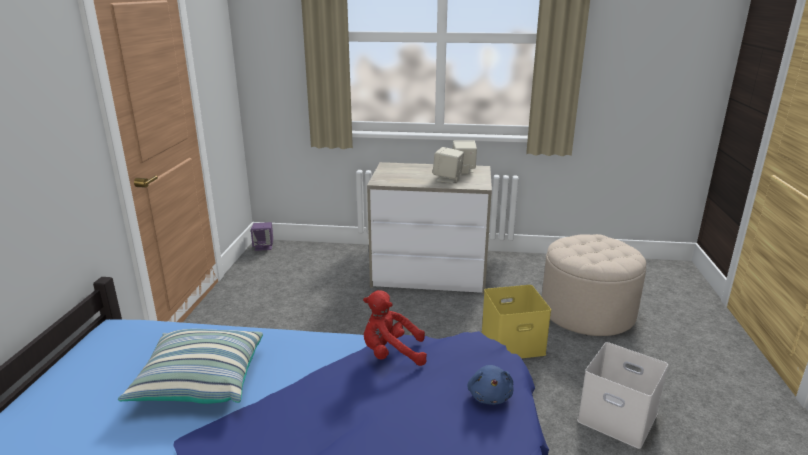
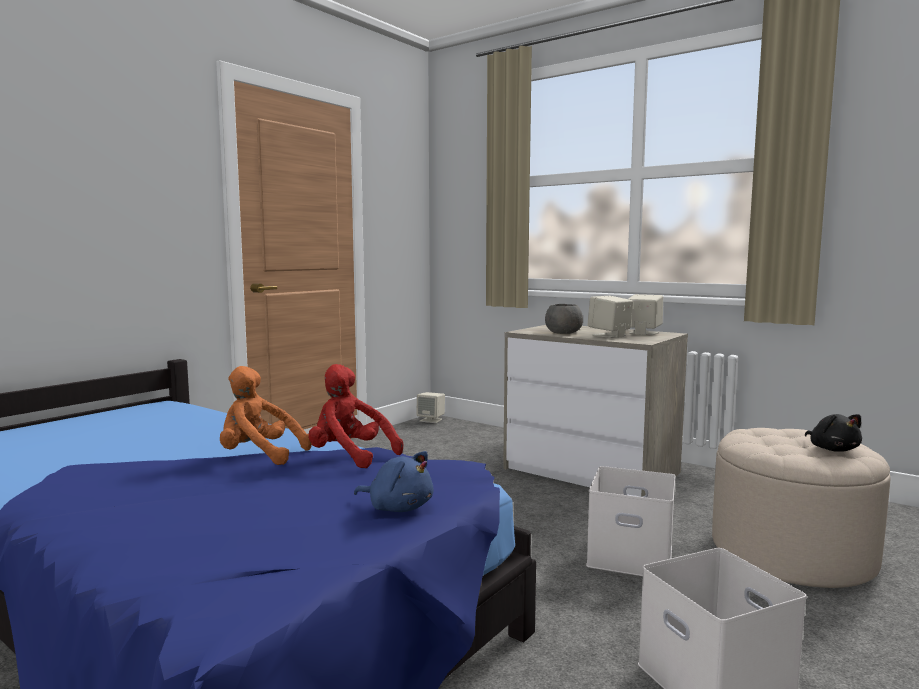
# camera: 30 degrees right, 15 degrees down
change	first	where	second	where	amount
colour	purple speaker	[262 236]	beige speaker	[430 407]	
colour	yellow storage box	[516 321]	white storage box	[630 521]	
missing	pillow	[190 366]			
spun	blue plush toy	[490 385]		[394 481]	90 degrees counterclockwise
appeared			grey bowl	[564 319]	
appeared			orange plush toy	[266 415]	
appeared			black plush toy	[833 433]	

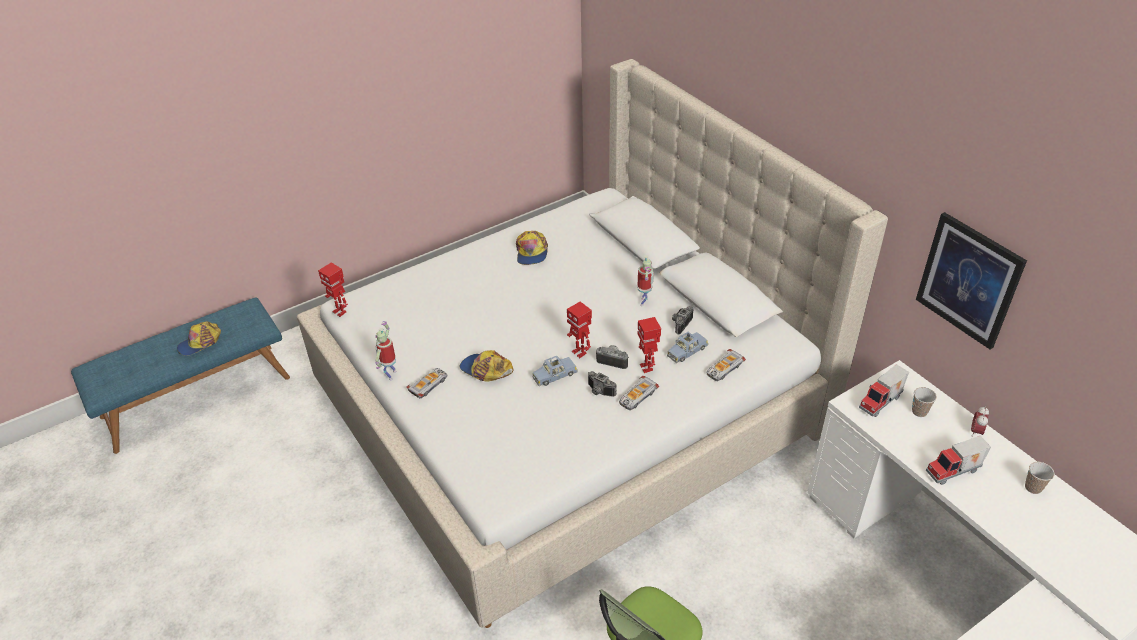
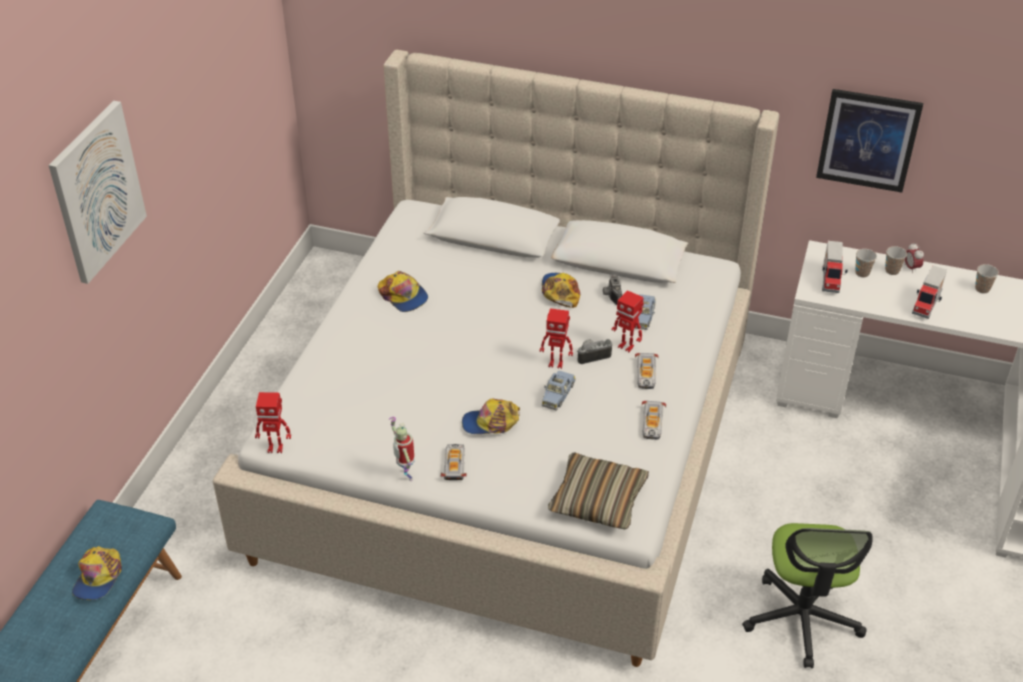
# camera: 40 degrees left, 0 degrees up
change	first	where	second	where	amount
exchanged	toy robot	[645 280]	cap	[561 290]	
relocated	toy car	[726 365]		[654 420]	
missing	photo camera	[602 384]			
appeared			picture	[97 192]	
appeared			cup	[896 260]	
appeared			pillow	[598 490]	

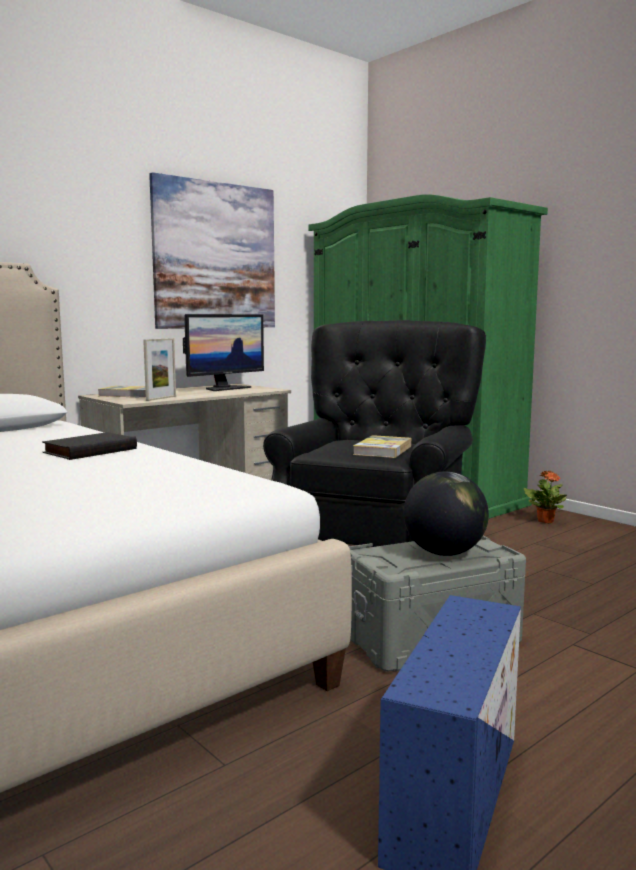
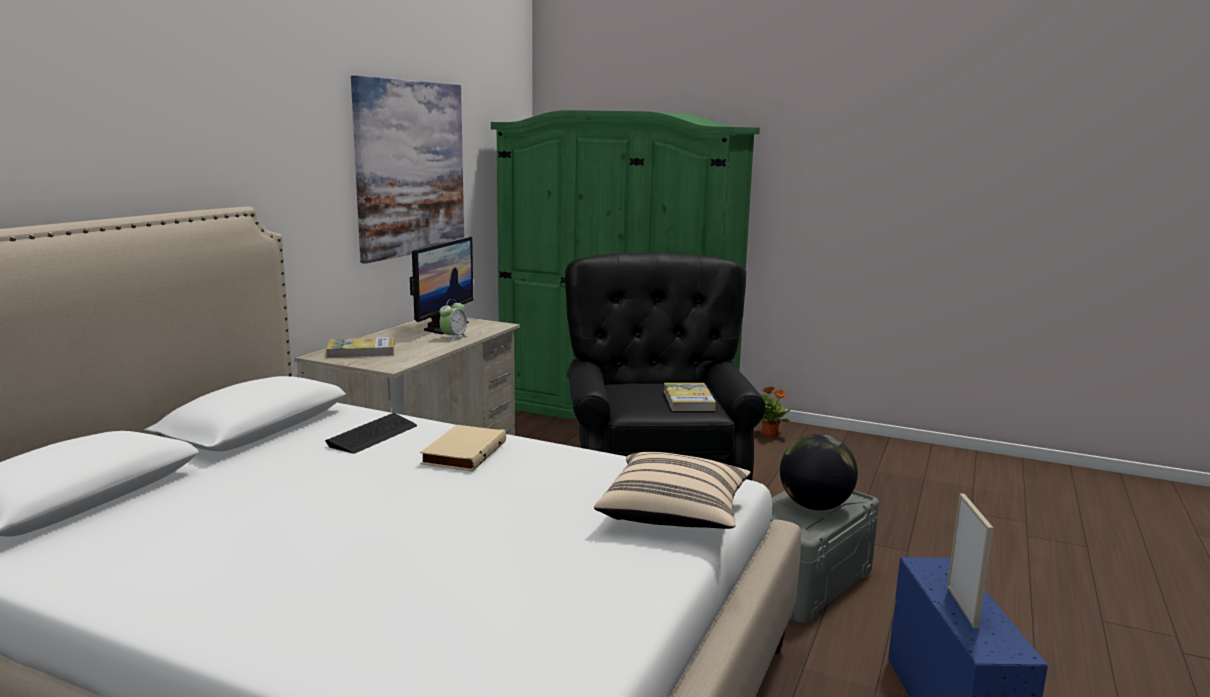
# camera: 25 degrees left, 5 degrees up
change	first	where	second	where	amount
relocated	picture frame	[159 369]		[970 561]	
colour	black book	[89 446]	beige book	[463 448]	
appeared			alarm clock	[454 320]	
appeared			keyboard	[371 433]	
appeared			beige pillow	[672 490]	

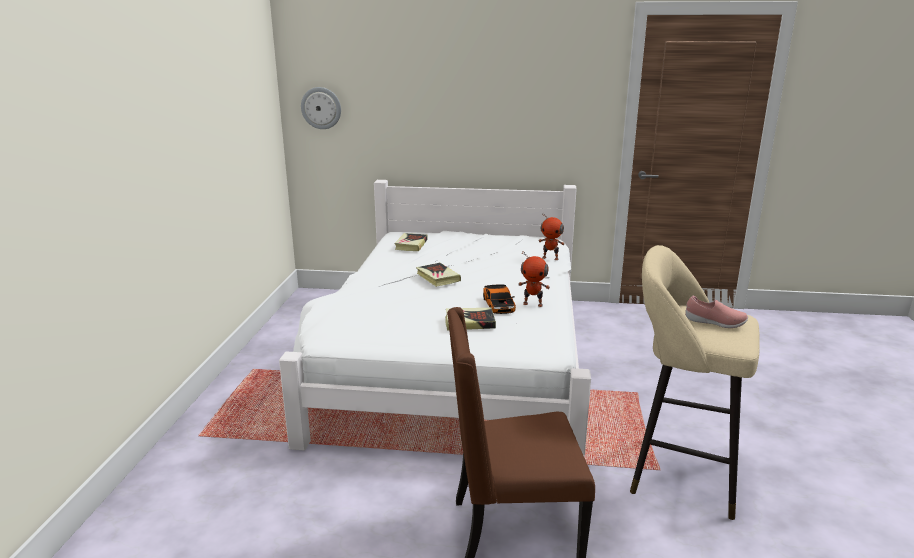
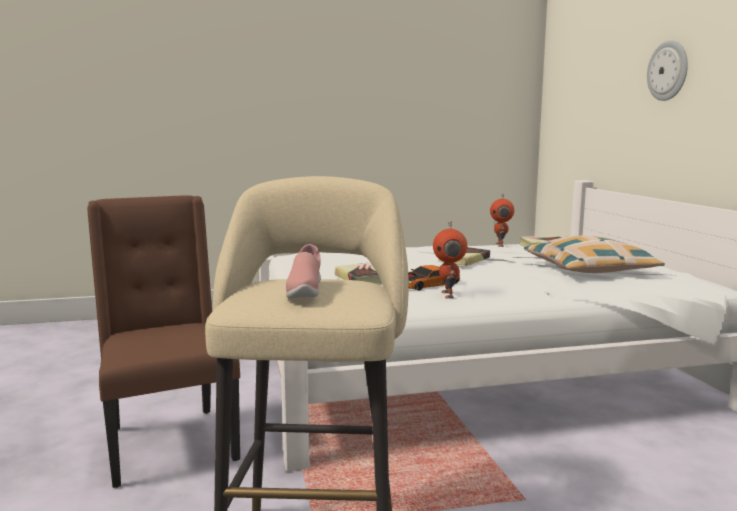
# camera: 70 degrees right, 10 degrees down
change	first	where	second	where	amount
relocated	wall clock	[321 108]		[667 70]	
relocated	toy robot	[551 237]		[502 221]	
appeared			pillow	[594 254]	

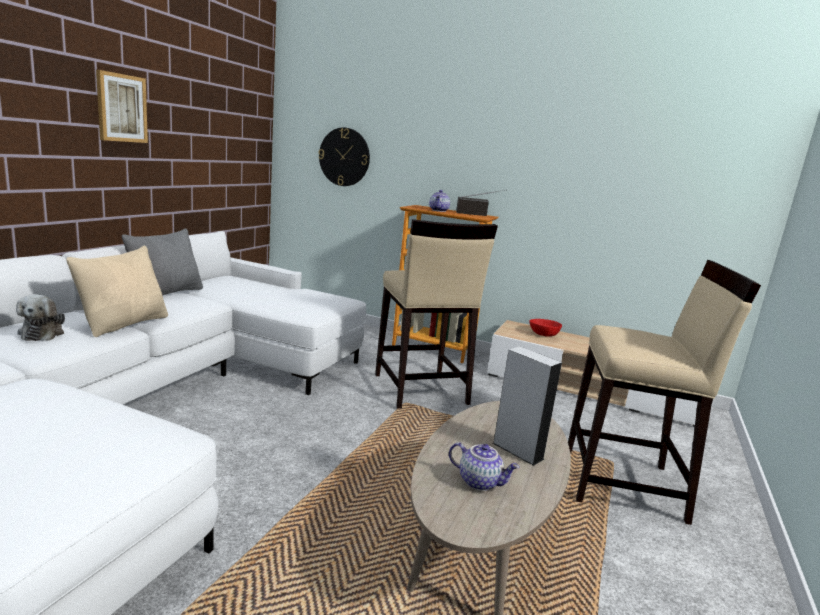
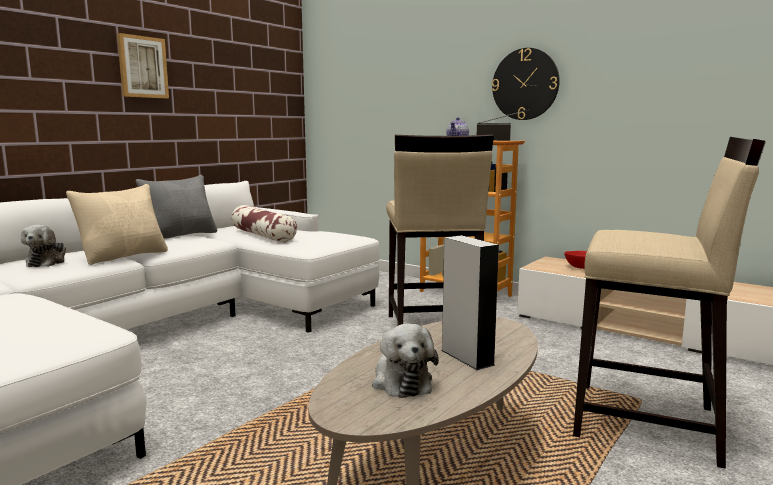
# camera: 15 degrees right, 5 degrees down
change	first	where	second	where	amount
relocated	wall clock	[344 156]		[526 84]	
exchanged	teapot	[484 466]	plush toy	[405 361]	
appeared			pillow	[264 224]	

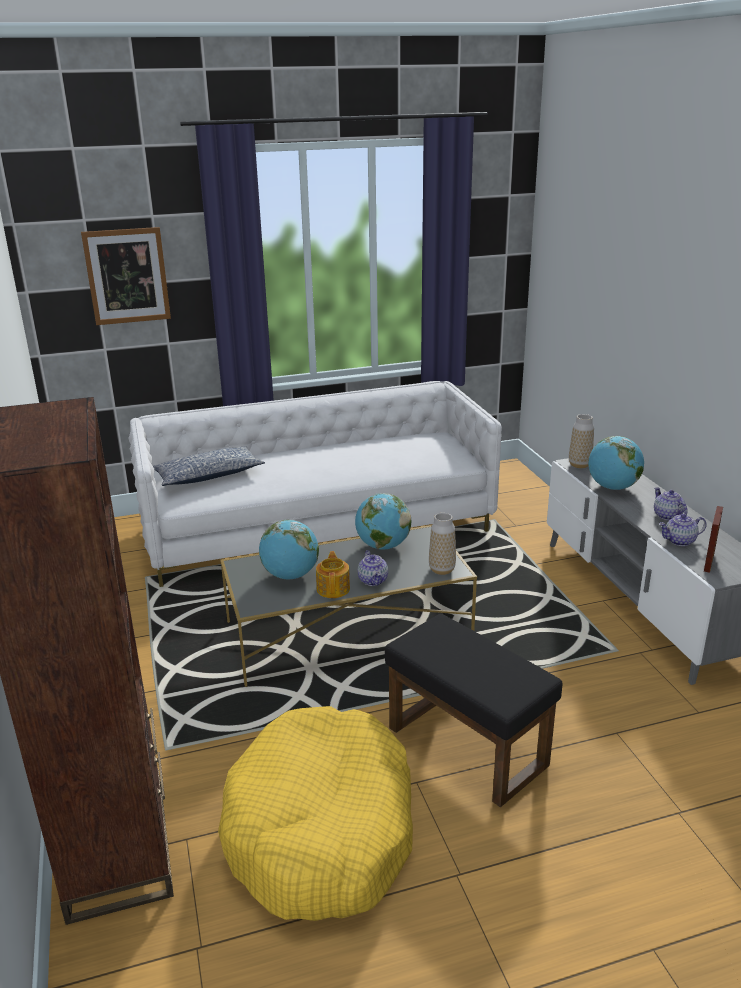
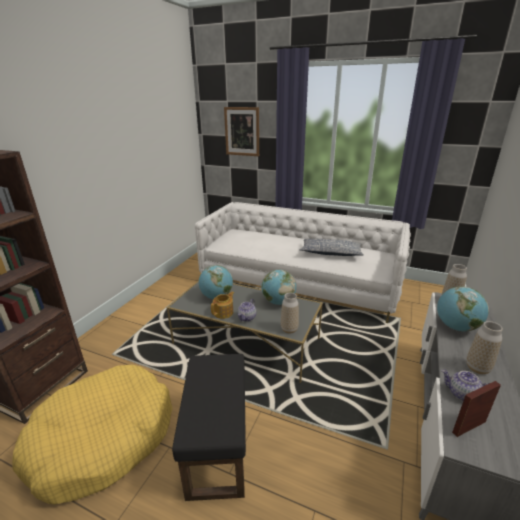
# camera: 40 degrees right, 0 degrees up
change	first	where	second	where	amount
relocated	pillow	[209 466]		[332 247]	
exchanged	teapot	[670 503]	vase	[484 347]	

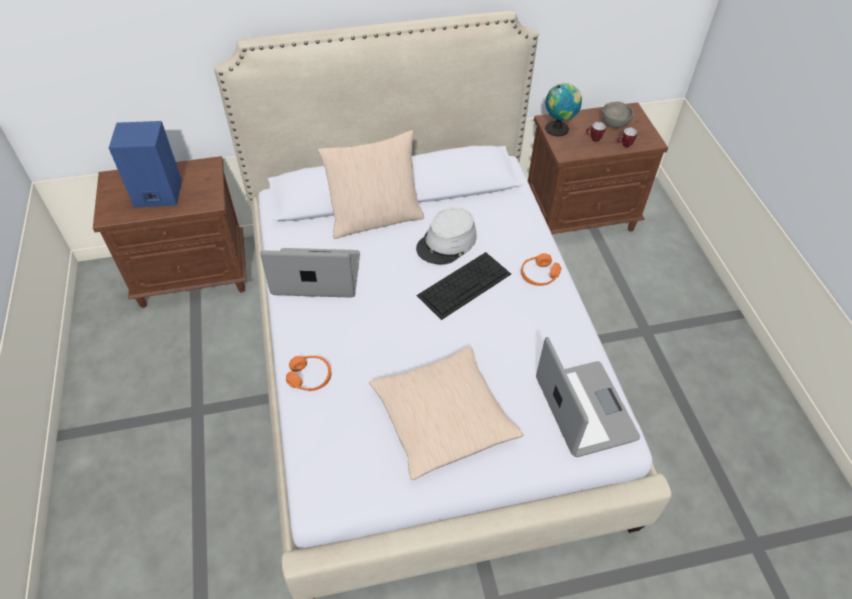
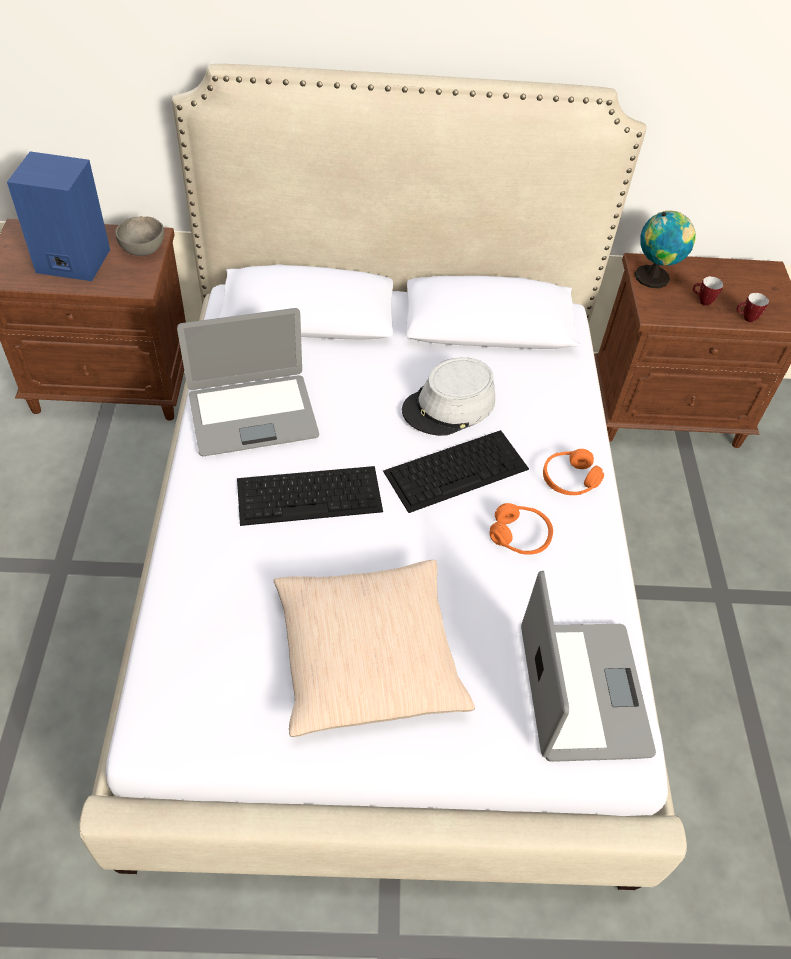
# camera: 10 degrees right, 0 degrees up
change	first	where	second	where	amount
relocated	grey bowl	[618 114]		[139 236]	
missing	beige pillow	[371 184]			
spun	laptop	[310 273]		[248 382]	150 degrees clockwise
relocated	orange headphones	[308 373]		[521 529]	
appeared			keyboard	[310 496]	

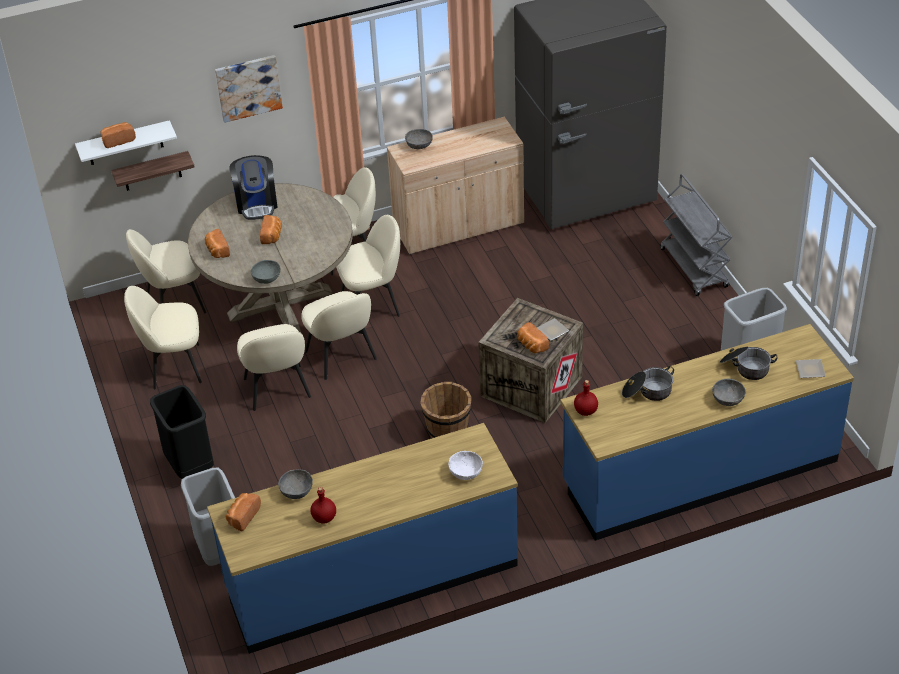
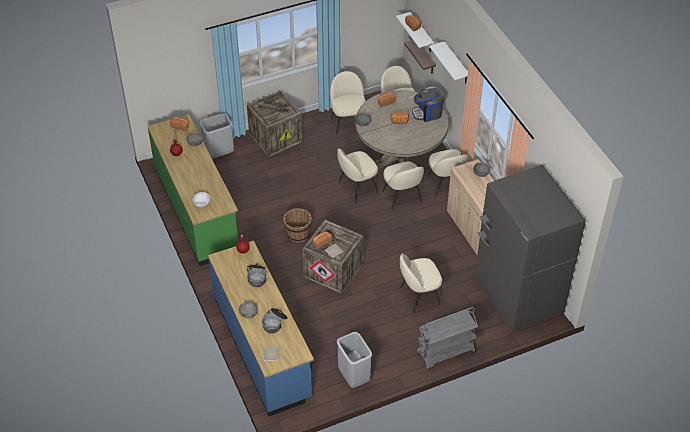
# camera: 85 degrees right, 5 degrees up
change	first	where	second	where	amount
exchanged	picture	[249 89]	white shelf	[448 62]	
relocated	beige chair	[274 367]		[421 283]	
exchanged	black trash can	[182 432]	crate	[275 124]	
colour	blue counter	[362 538]	green counter	[192 190]	

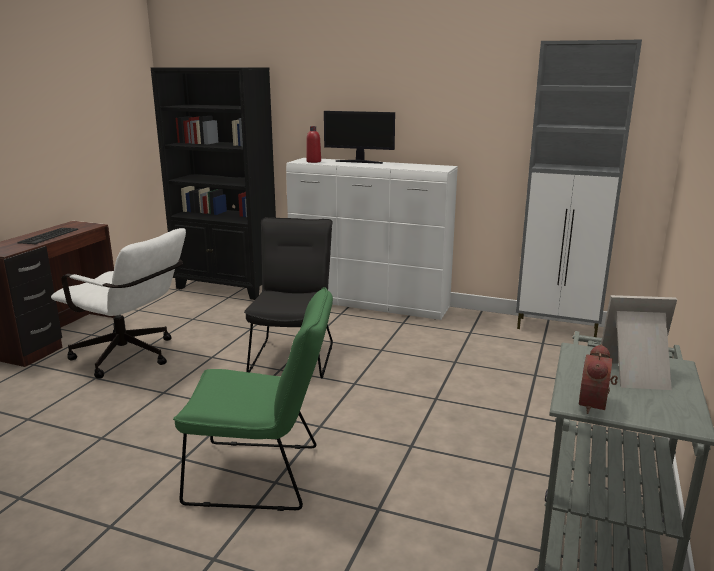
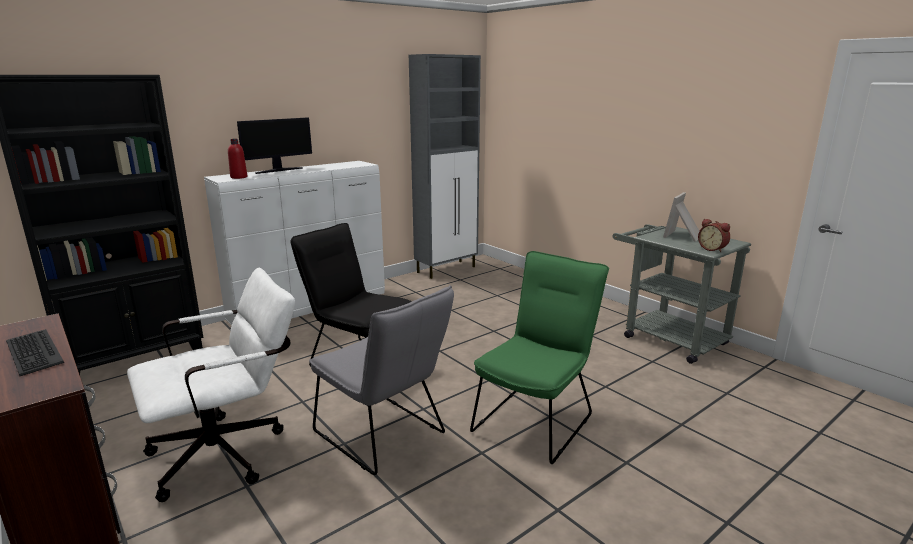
# camera: 60 degrees left, 0 degrees up
change	first	where	second	where	amount
appeared			grey chair	[381 380]	

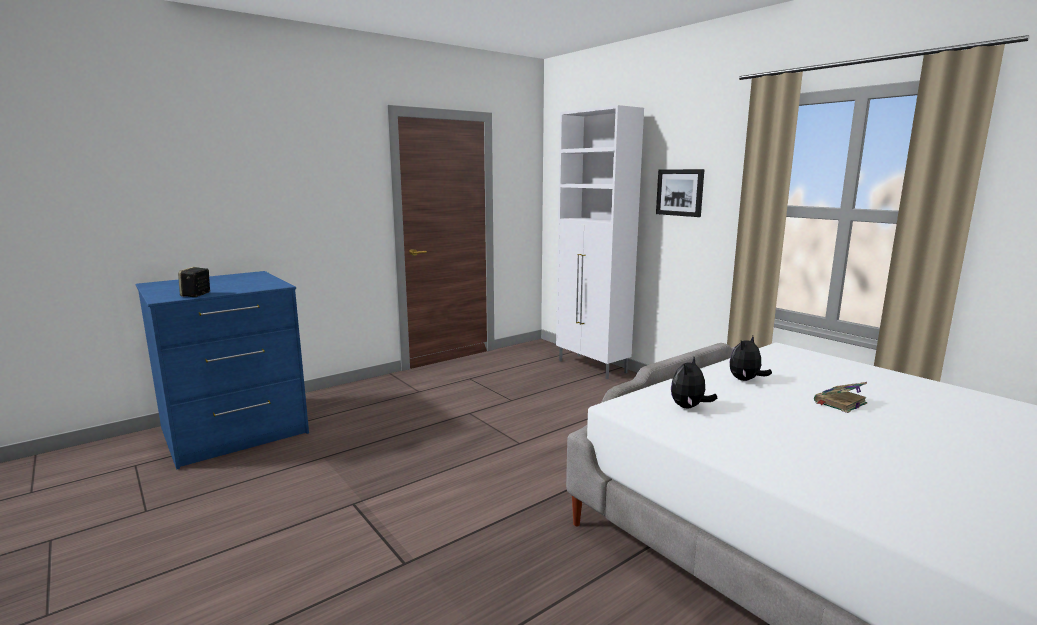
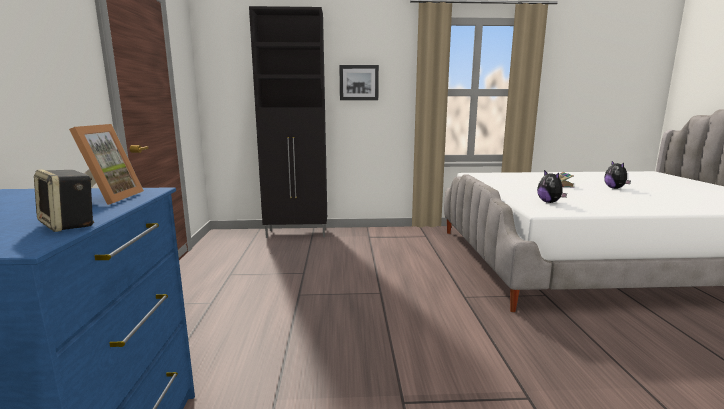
# camera: 55 degrees left, 0 degrees up
change	first	where	second	where	amount
colour	white cabinet	[600 242]	black cabinet	[288 122]	
relocated	plush toy	[751 358]		[617 175]	
appeared			picture frame	[106 164]	

